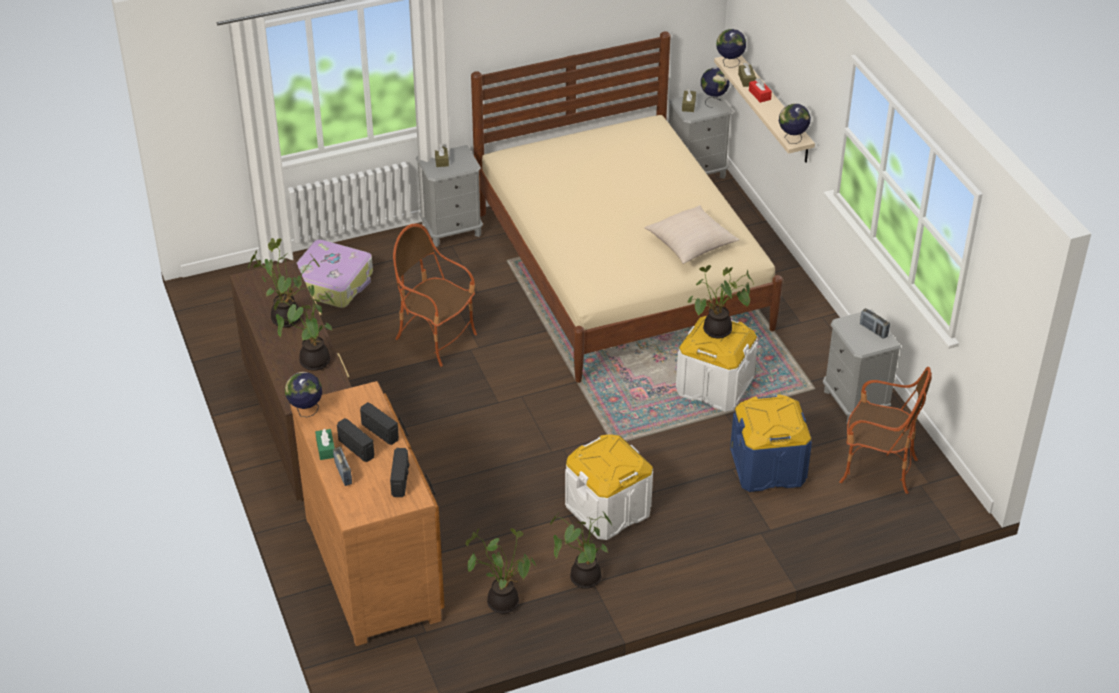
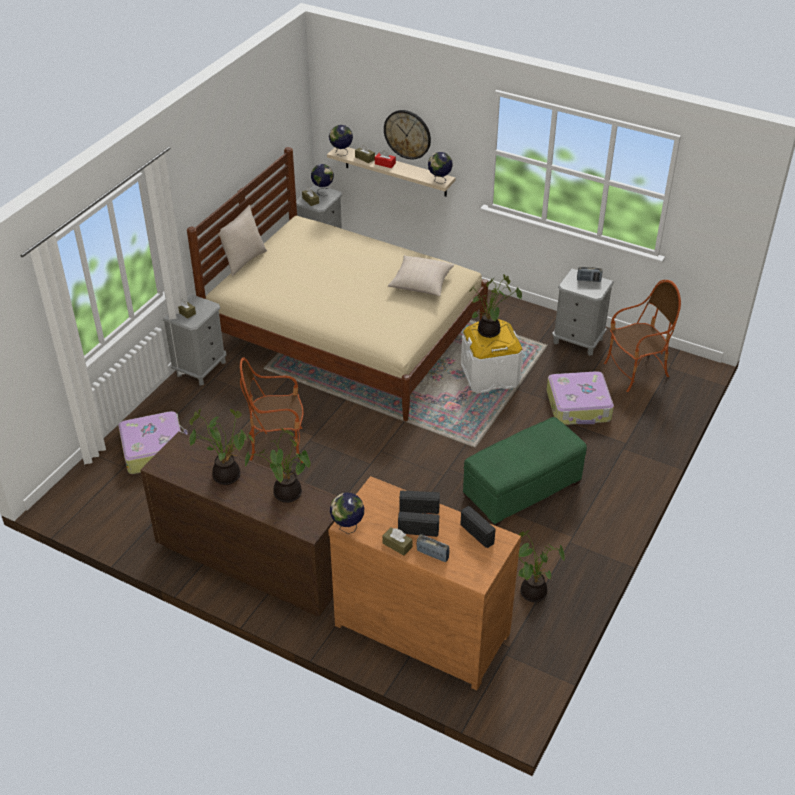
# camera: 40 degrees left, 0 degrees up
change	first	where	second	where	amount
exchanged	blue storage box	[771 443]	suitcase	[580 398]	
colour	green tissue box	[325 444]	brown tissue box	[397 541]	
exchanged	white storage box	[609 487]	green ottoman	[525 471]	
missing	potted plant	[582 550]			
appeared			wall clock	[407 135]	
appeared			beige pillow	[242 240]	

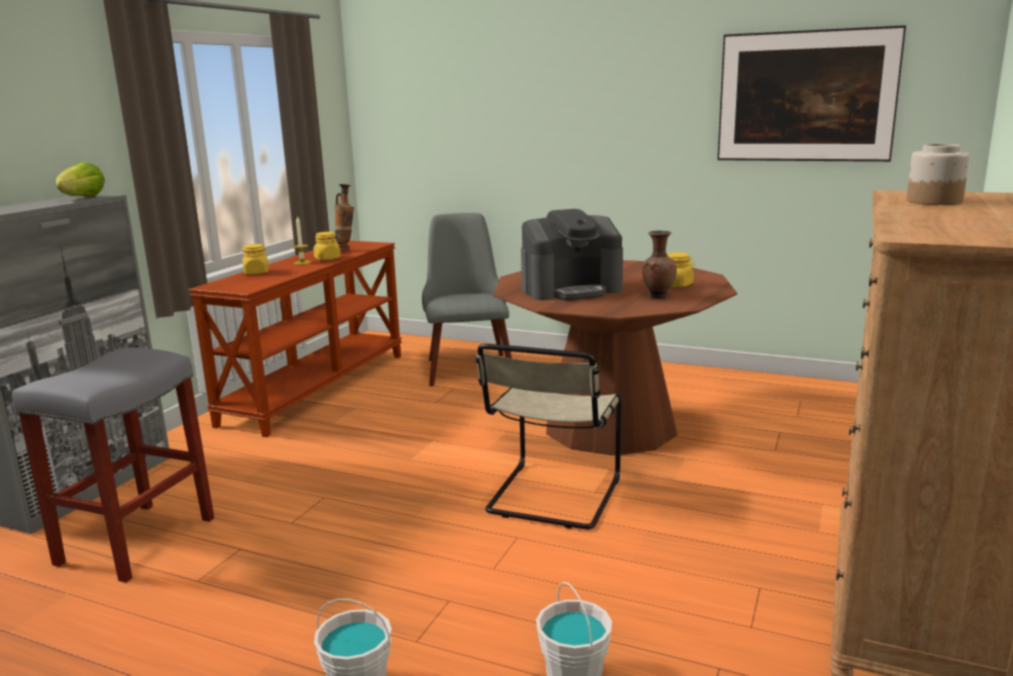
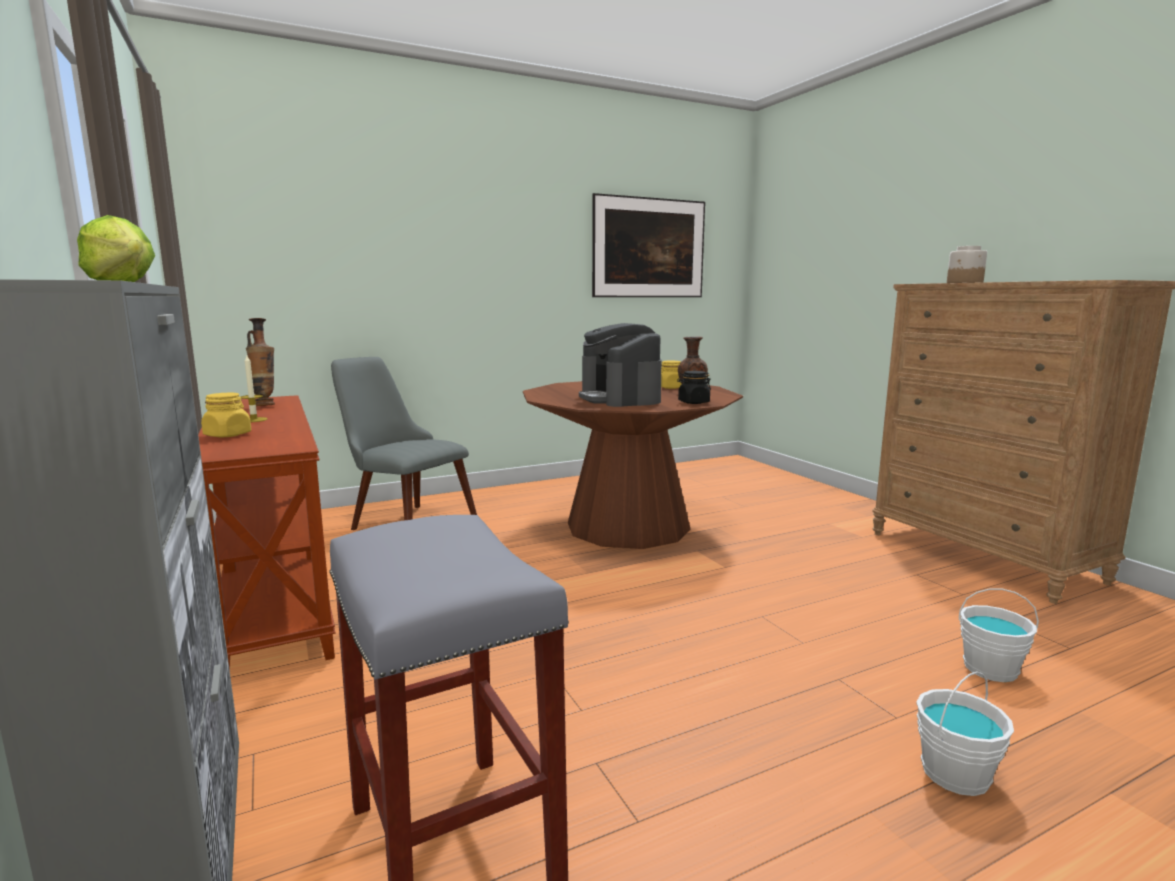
# camera: 50 degrees left, 5 degrees down
change	first	where	second	where	amount
spun	coffee machine	[572 254]		[620 365]	135 degrees clockwise
missing	yellow jar	[327 246]			
missing	beige chair	[548 436]			
appeared			black jar	[694 387]	

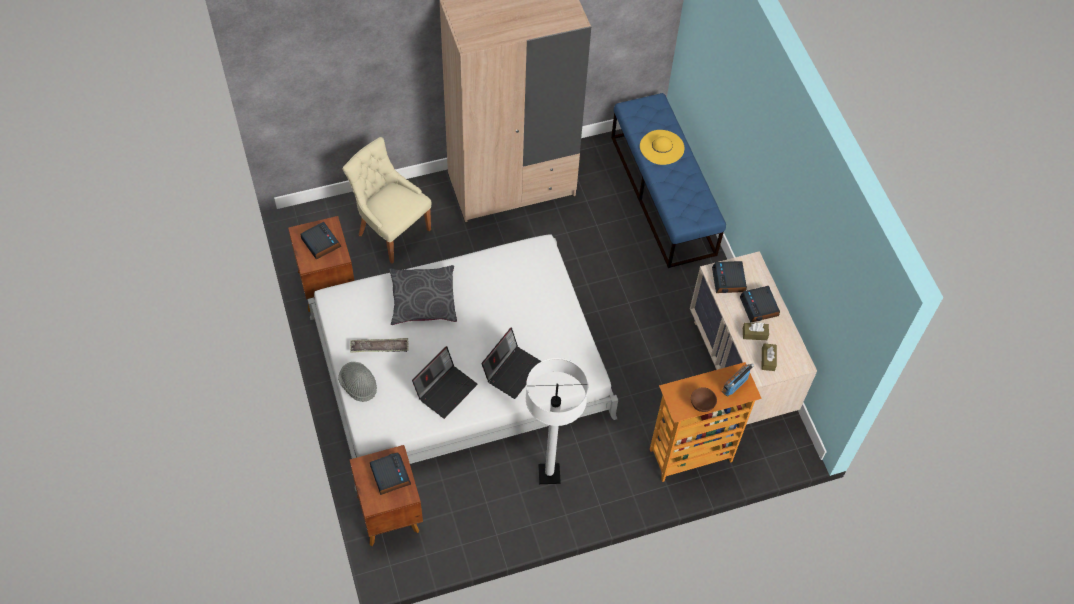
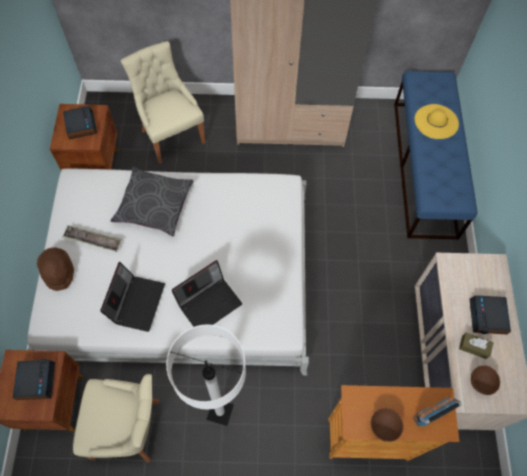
# camera: 20 degrees right, 5 degrees up
change	first	where	second	where	amount
missing	alarm clock	[729 277]			
exchanged	brown tissue box	[769 357]	brown bowl	[485 380]	
spun	laptop	[445 382]		[132 297]	45 degrees counterclockwise
colour	grey hat	[357 382]	brown hat	[55 269]	
appeared			beige chair	[116 418]	

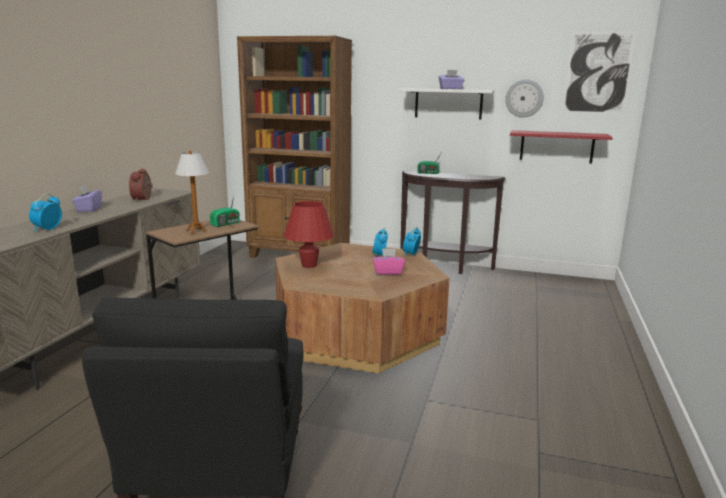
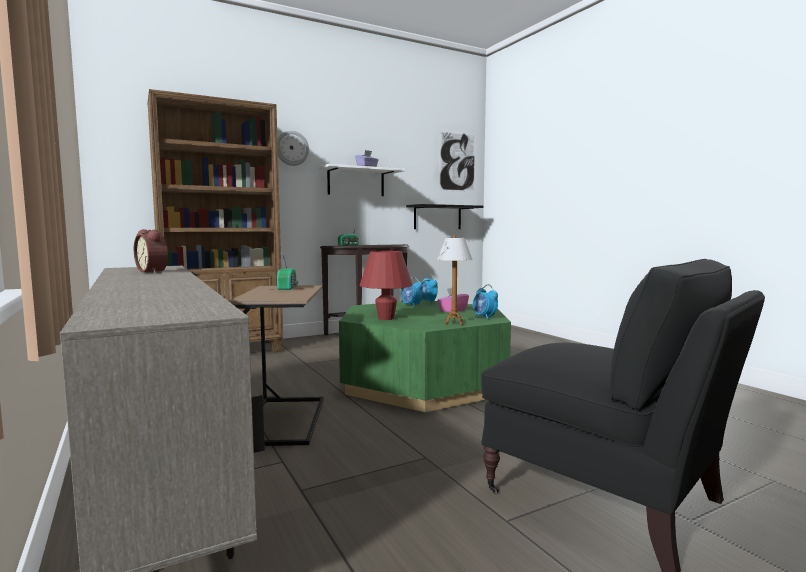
# camera: 45 degrees left, 10 degrees down
change	first	where	second	where	amount
relocated	wall clock	[524 99]		[293 148]	
colour	red shelf	[561 147]	black shelf	[445 216]	
relocated	table lamp	[192 192]		[455 280]	
missing	purple tissue box	[87 198]			
relocated	alarm clock	[45 212]		[485 302]	
colour	brown coffee table	[362 308]	green coffee table	[425 356]	

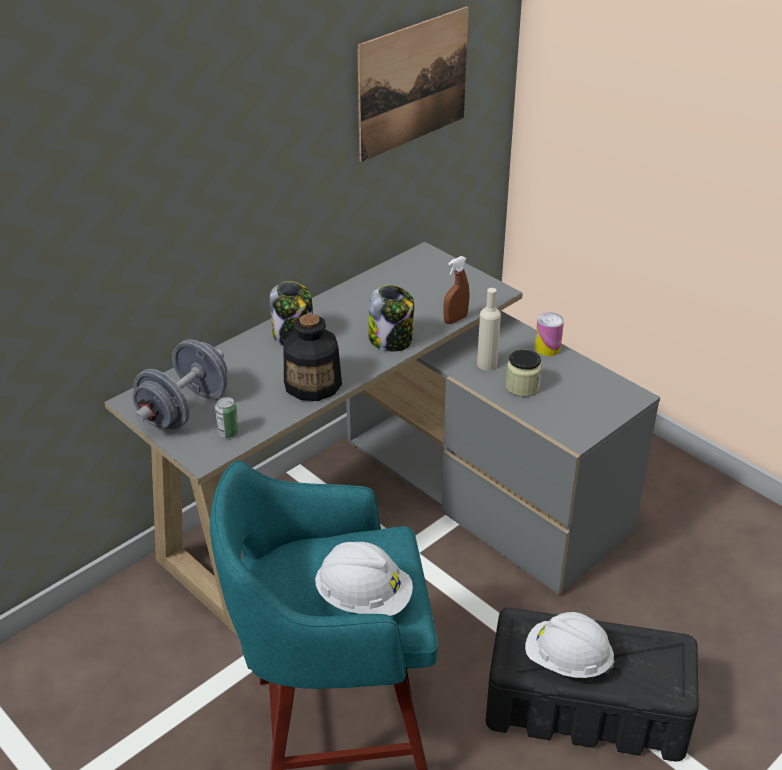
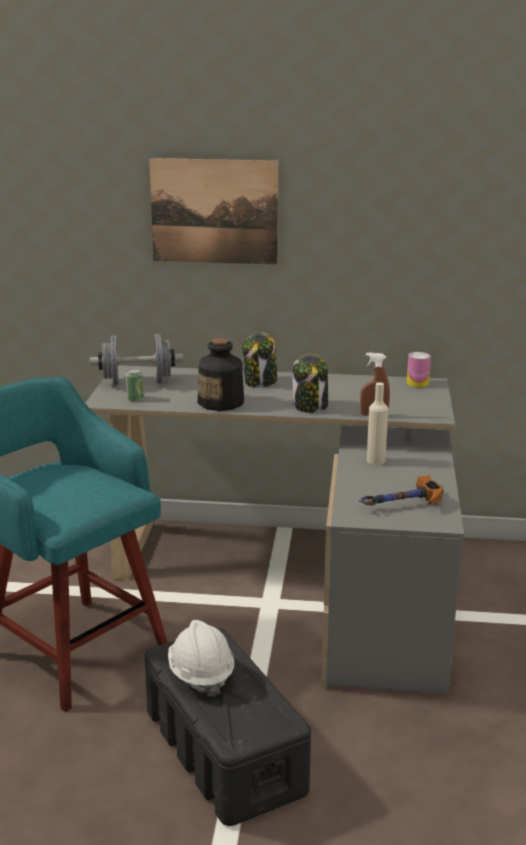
# camera: 50 degrees right, 15 degrees down
change	first	where	second	where	amount
relocated	picture	[412 84]		[213 211]	
relocated	can	[549 334]		[419 369]	
missing	jar	[524 373]			
missing	white hard hat	[364 579]			
appeared			hammer	[401 490]	

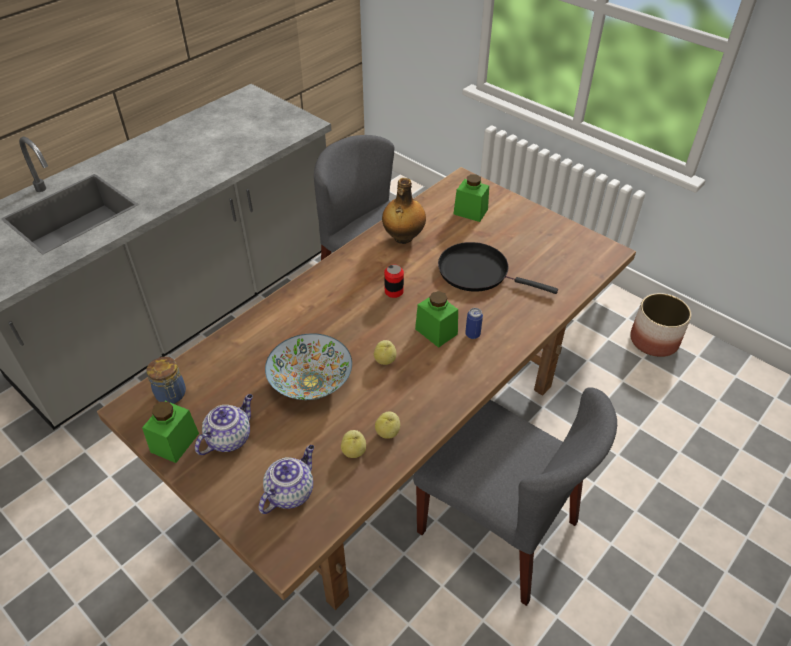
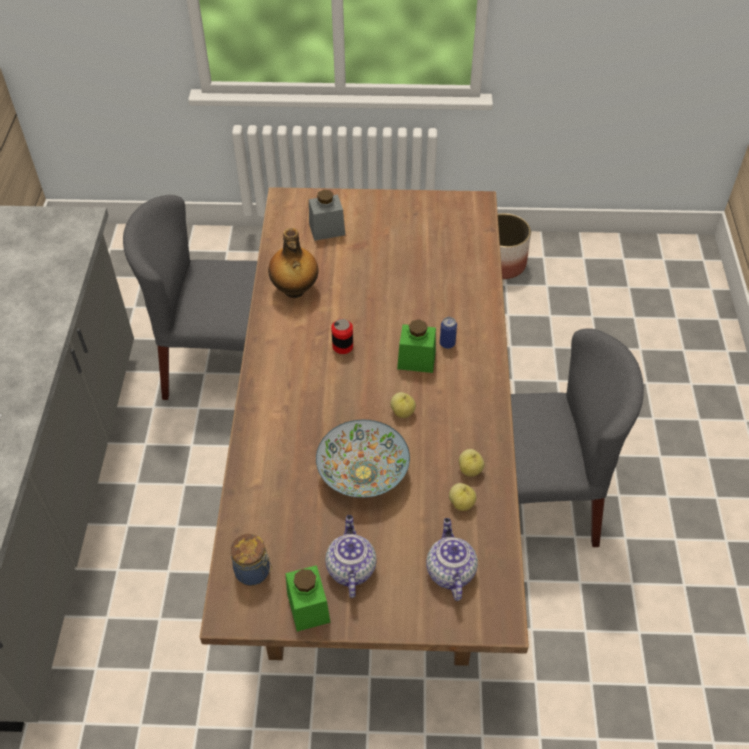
# camera: 40 degrees left, 5 degrees up
change	first	where	second	where	amount
colour	green jar	[471 198]	grey jar	[327 215]	
missing	black frying pan	[498 268]			

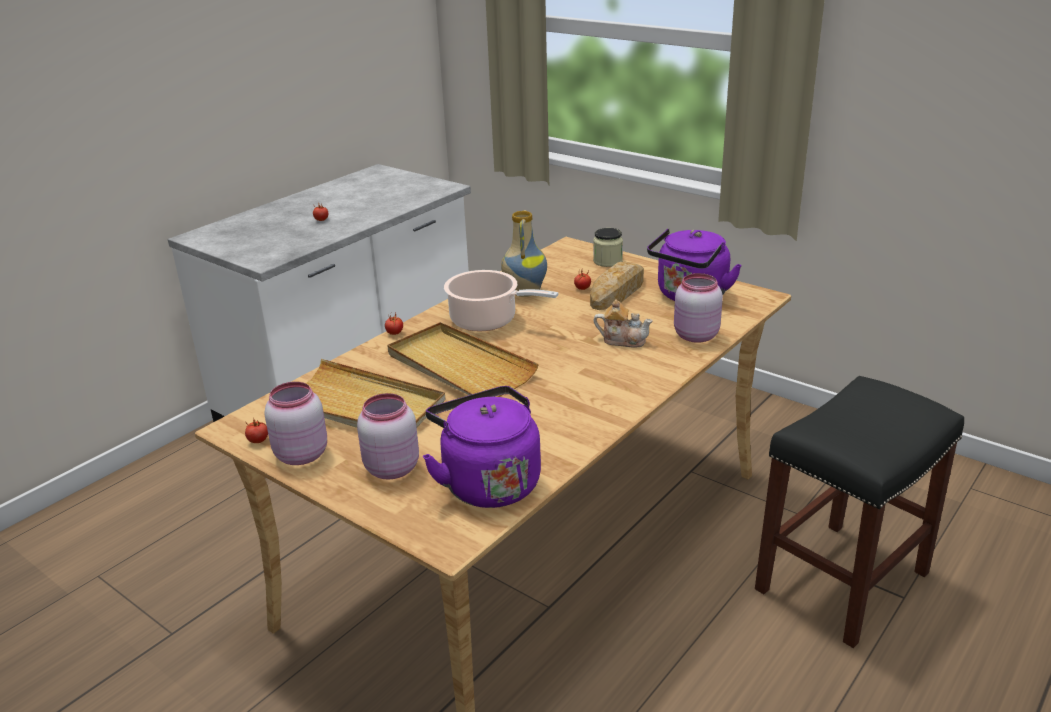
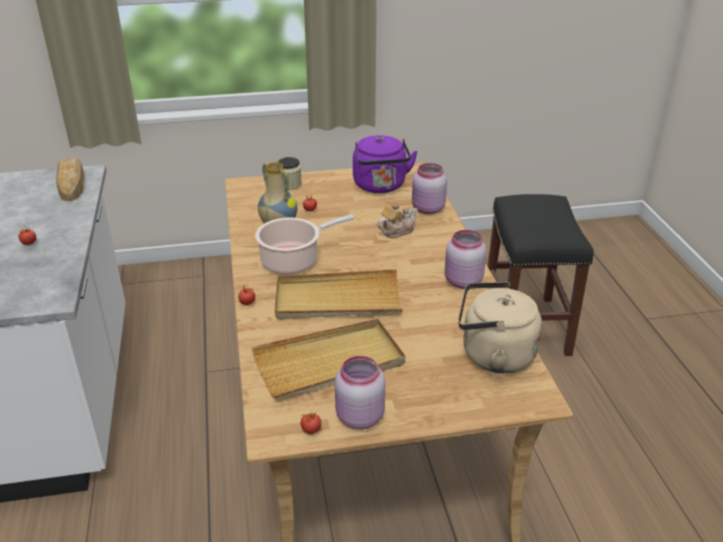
# camera: 50 degrees left, 5 degrees up
change	first	where	second	where	amount
relocated	bread	[617 285]		[70 179]	
colour	purple kettle	[482 447]	beige kettle	[500 327]	
relocated	pink jar	[388 436]		[466 259]	

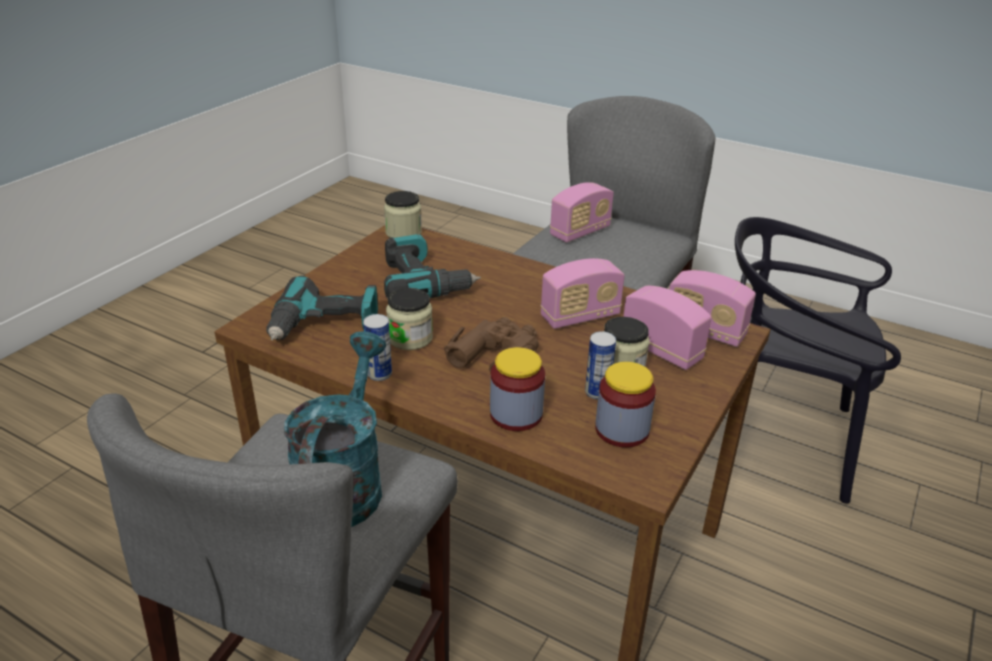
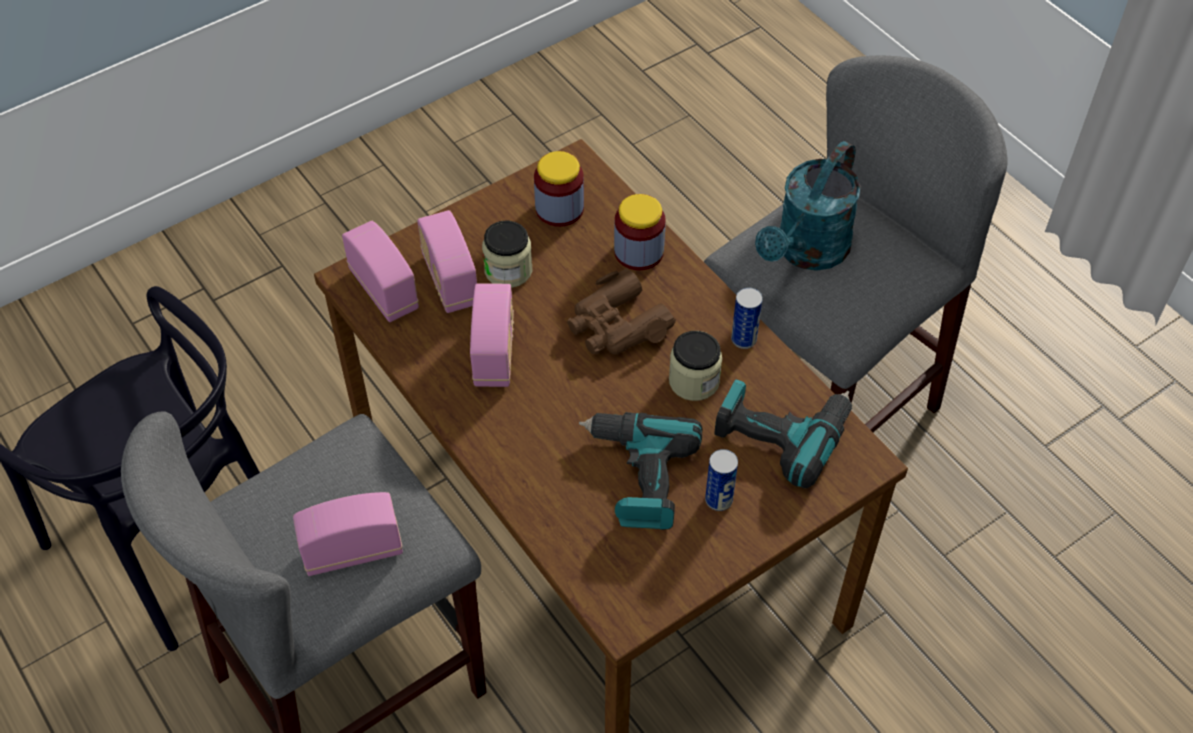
# camera: 155 degrees left, 20 degrees up
change	first	where	second	where	amount
missing	jar	[403 214]			
spun	radio	[582 293]		[492 335]	90 degrees clockwise
relocated	can	[600 365]		[721 480]	

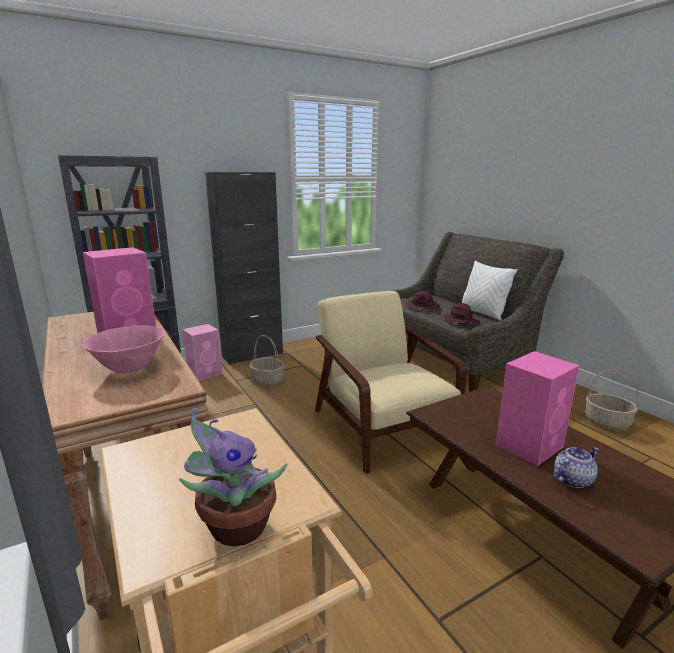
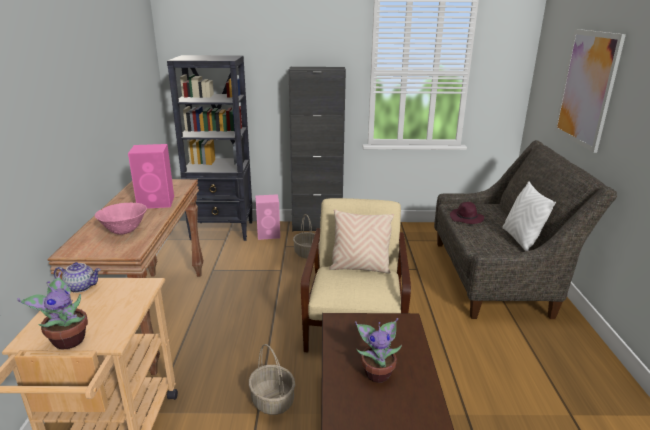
# camera: 30 degrees right, 5 degrees up
change	first	where	second	where	amount
missing	purple hat	[461 313]			
exchanged	pink speaker	[537 408]	potted plant	[378 350]	
relocated	basket	[611 399]		[272 379]	
relocated	teapot	[576 467]		[77 277]	
appeared			picture	[590 91]	
appeared			beige pillow	[361 241]	

